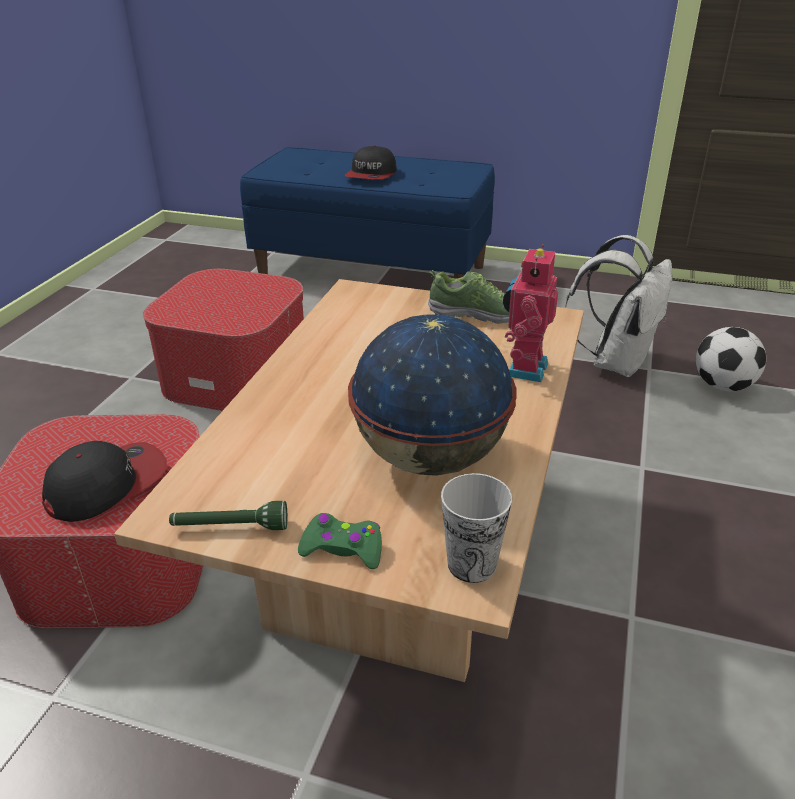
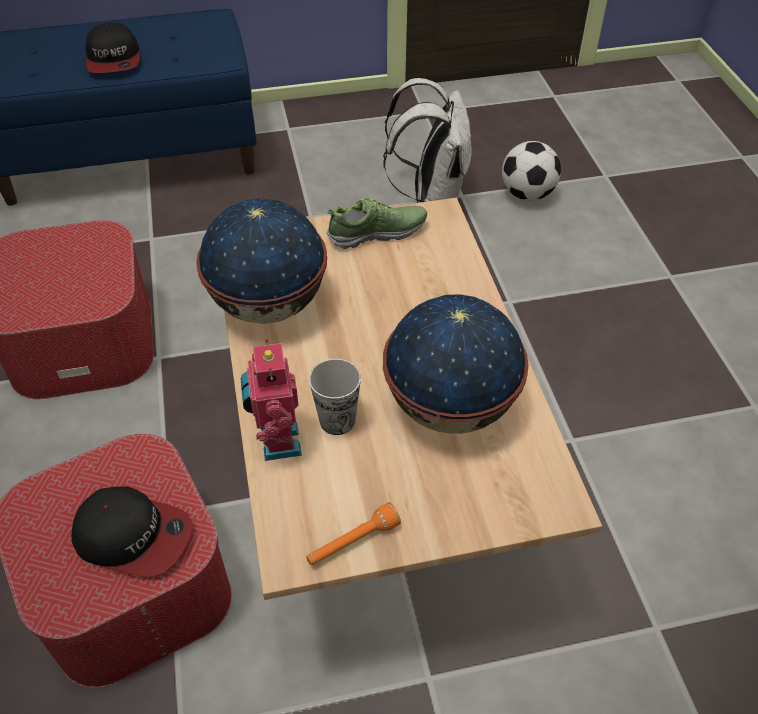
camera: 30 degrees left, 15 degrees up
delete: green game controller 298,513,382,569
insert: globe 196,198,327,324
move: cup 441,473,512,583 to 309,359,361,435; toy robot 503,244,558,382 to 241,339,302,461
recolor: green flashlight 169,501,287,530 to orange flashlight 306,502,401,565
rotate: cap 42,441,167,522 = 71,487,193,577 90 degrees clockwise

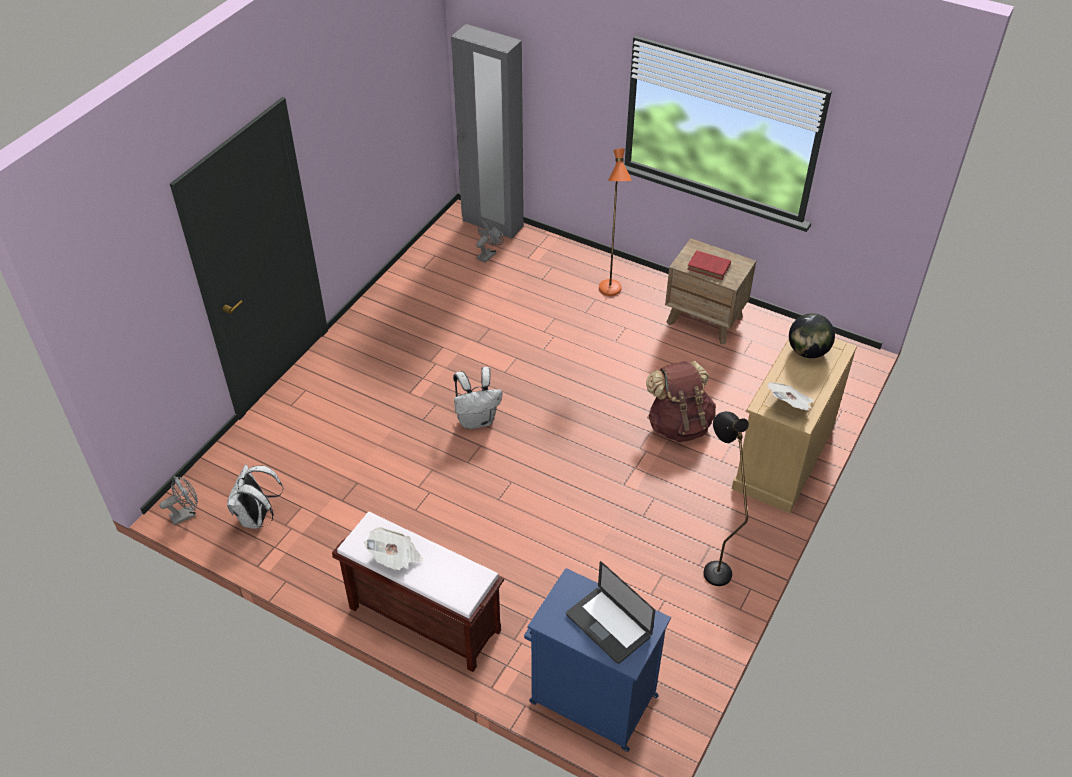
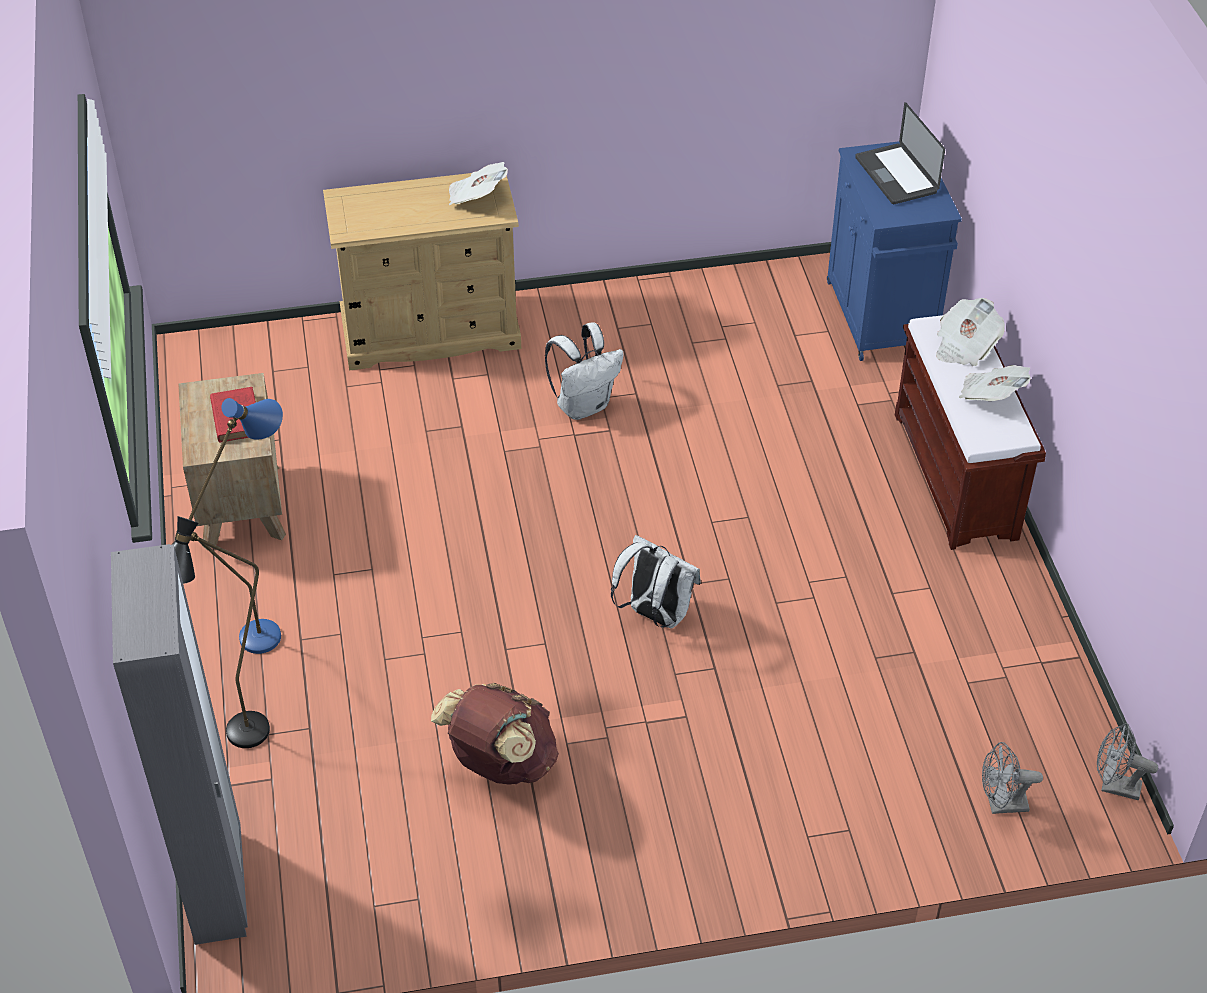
camera: 130 degrees left, 0 degrees up
delete: globe 789,313,835,358
insert: newspaper 936,298,1005,366
move: white backpack 227,464,284,529 to 545,322,624,420; grey fan 476,220,504,263 to 982,742,1043,814; brown backpack 646,361,716,442 to 431,683,559,785; black floor lamp 703,411,749,586 to 172,516,270,748
recolor: orange floor lamp 599,148,632,296 to blue floor lamp 189,398,283,654
rotate: laptop 566,561,655,664 = 855,102,945,204 150 degrees clockwise

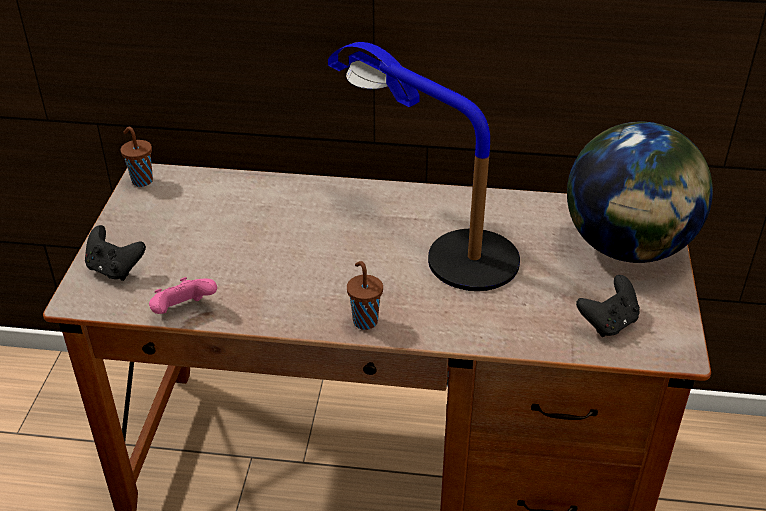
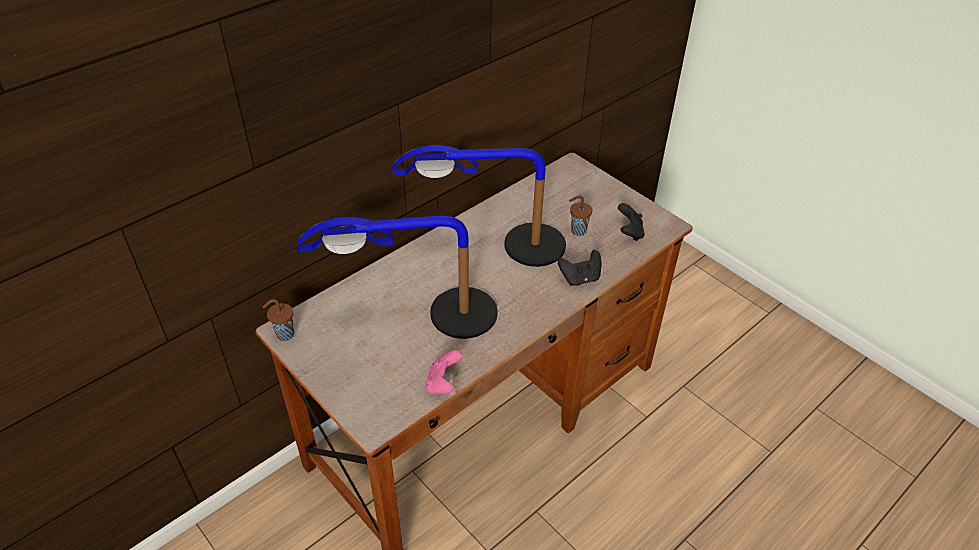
camera: 50 degrees left, 5 degrees up
delete: globe 567,122,713,263
insert: table lamp 297,216,497,339
move: black game controller 85,225,146,281 to 558,250,601,286; brown cup 347,261,383,330 to 569,196,593,236

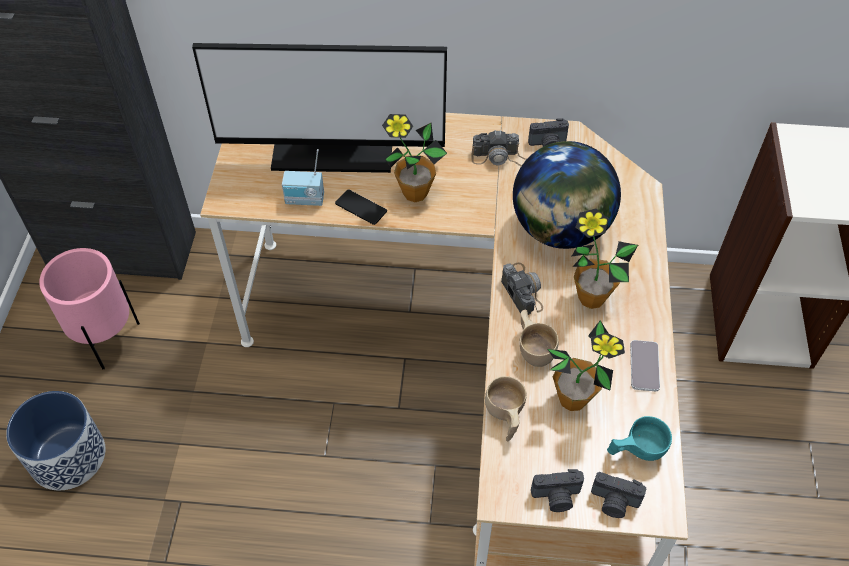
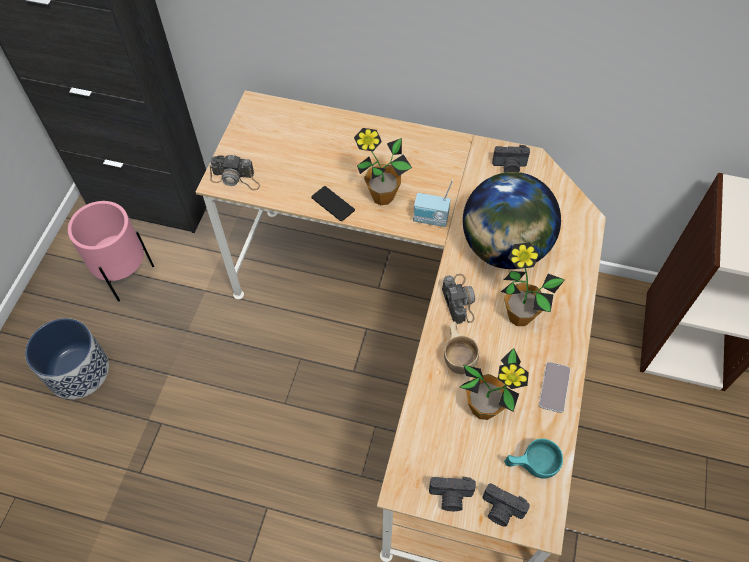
camera: 10 degrees right, 5 degrees up
delete: monitor 192,43,447,173; beige cup 485,376,527,442
move: radio 282,149,324,206 to 413,180,453,227; photo camera 471,130,527,166 to 210,154,260,190

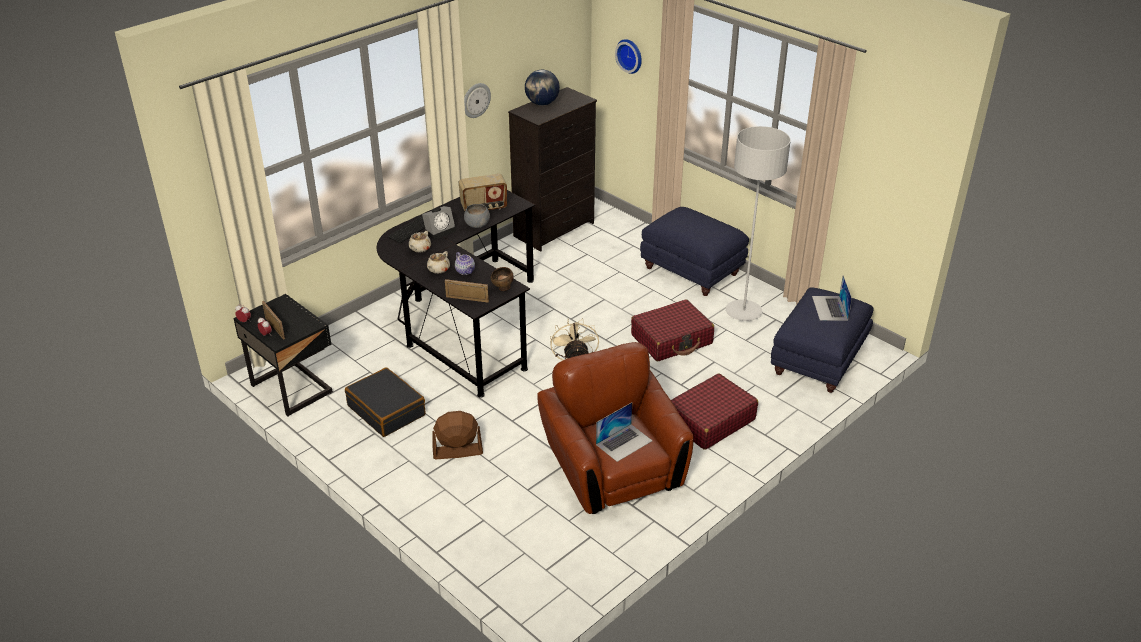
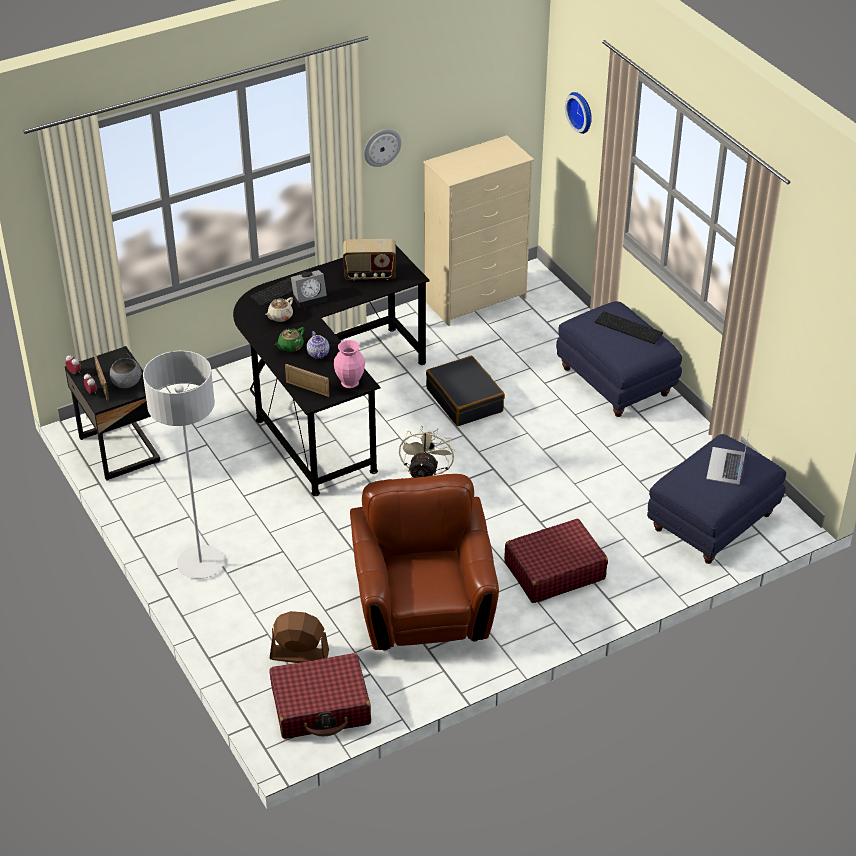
camera: 15 degrees right, 5 degrees up
delete: globe 525,70,560,105; laptop 596,402,653,462
insert: keyboard 595,311,663,344
move: black suitcase 345,367,425,437 to 426,356,505,426; brown fan 432,411,483,459 to 269,611,329,663; grey bowl 464,204,490,228 to 110,358,141,388; red suitcase 631,300,714,361 to 269,653,371,739; grey floor lamp 726,126,791,321 to 143,351,224,579
replace: brown bowl 491,267,514,291 to pink vase 334,340,365,388
recolor: beige teapot 427,251,450,274 to green teapot 275,327,304,352; black dresser 508,87,597,252 to beige dresser 423,135,534,326

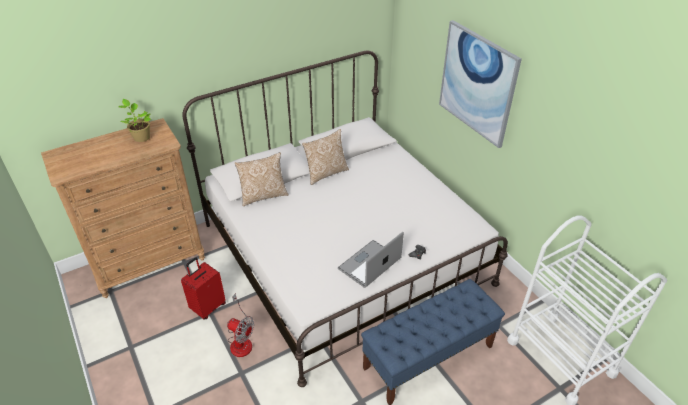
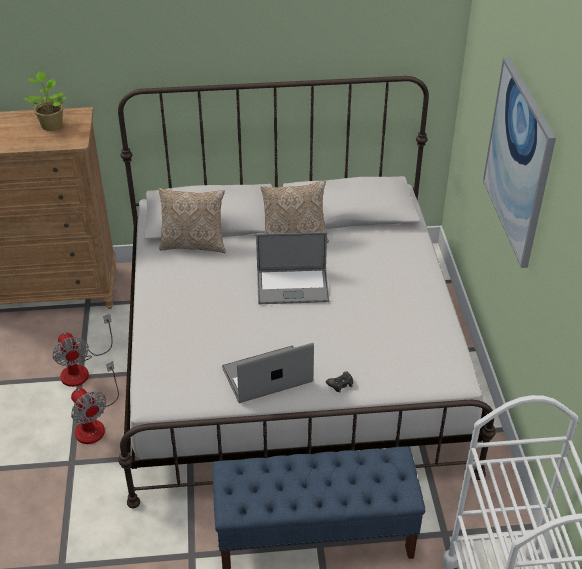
camera: 25 degrees right, 0 degrees up
insert: laptop 256,232,329,304
replace: red suitcase 181,258,226,320 to fan 53,314,112,387

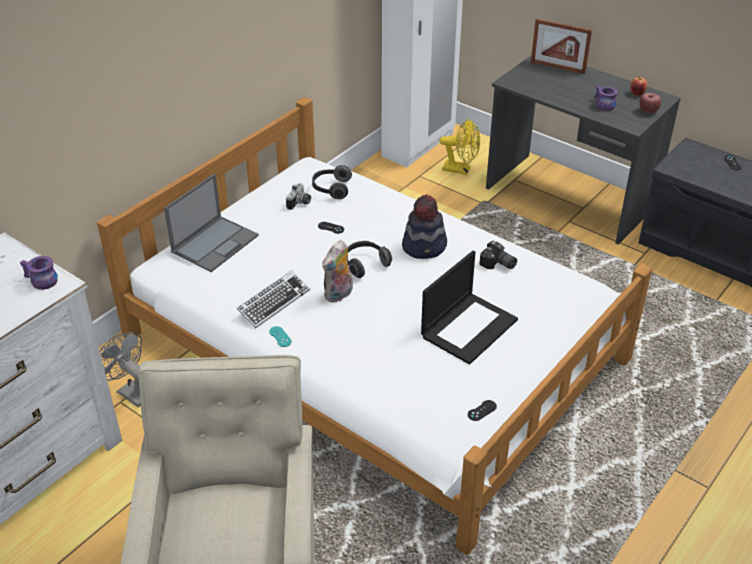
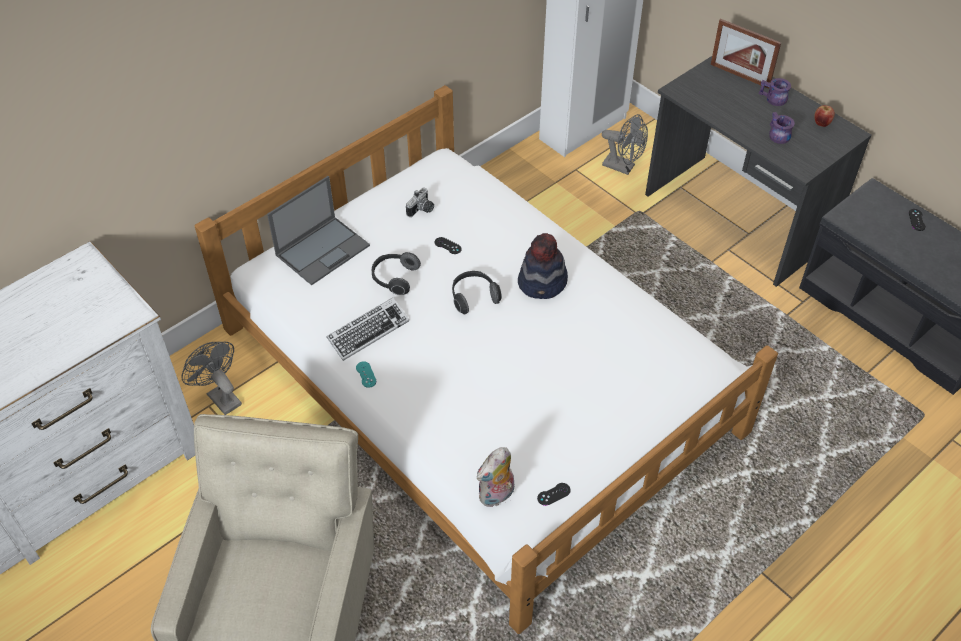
camera: 10 degrees right, 10 degrees up
delete: laptop 421,251,518,365; photo camera 480,241,517,269; apple 639,93,661,113
move: purple mug 20,256,58,290 to 759,78,791,106; headphones 312,165,352,199 to 372,252,421,295; plush toy 322,240,353,303 to 477,447,514,507
recolor: yellow fan 439,119,480,175 to grey fan 602,114,648,175

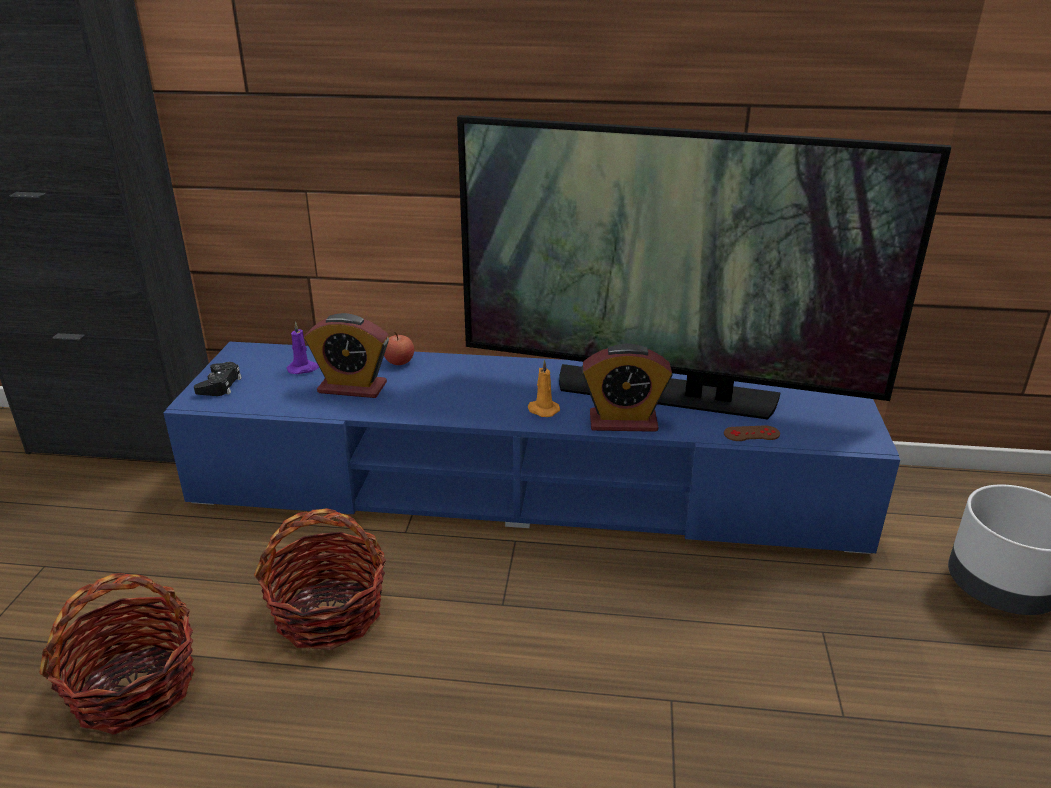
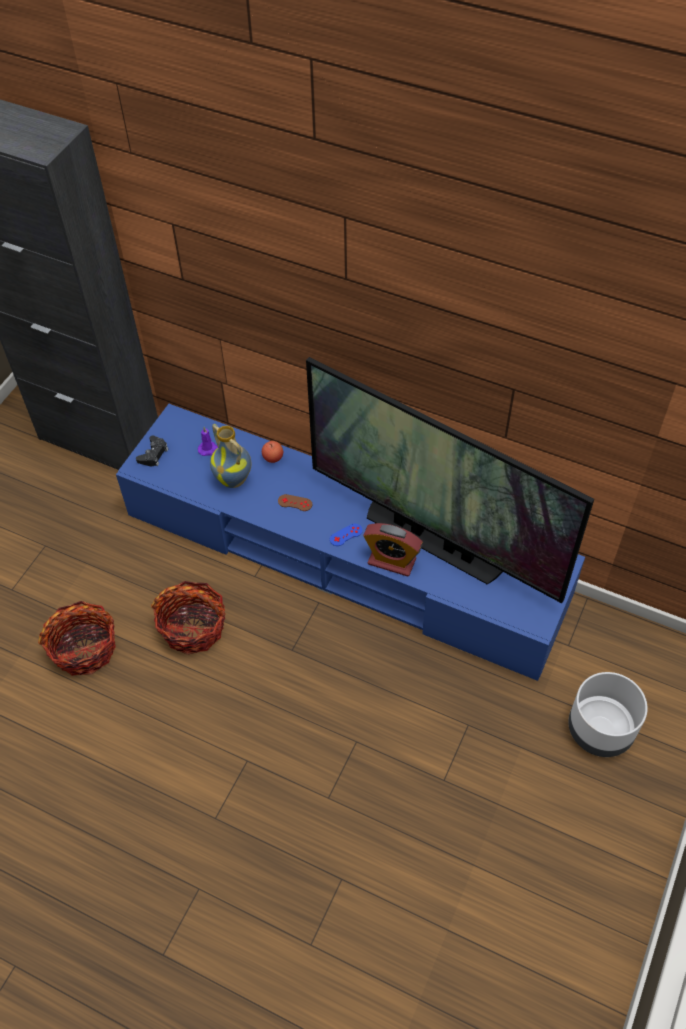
camera: 20 degrees right, 25 degrees up
move: brown game controller 724,425,780,441 to 278,494,312,511
replace: alarm clock 304,313,389,398 to vase 210,424,252,488; orange candle 528,359,560,417 to blue game controller 330,524,363,546

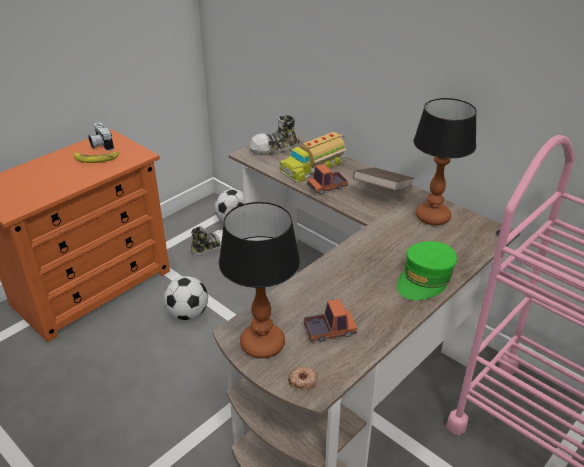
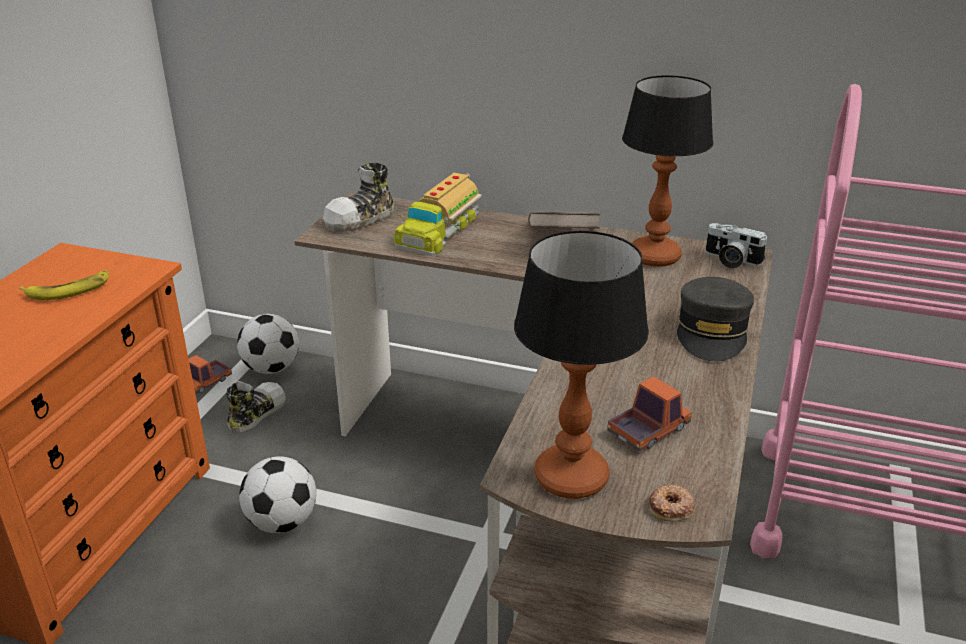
camera: 25 degrees left, 5 degrees down
move: photo camera 88,122,114,151 to 705,223,768,269; toy truck 307,164,348,194 to 189,355,232,394
recolor: green cap 397,241,457,301 to grey cap 677,277,754,361

